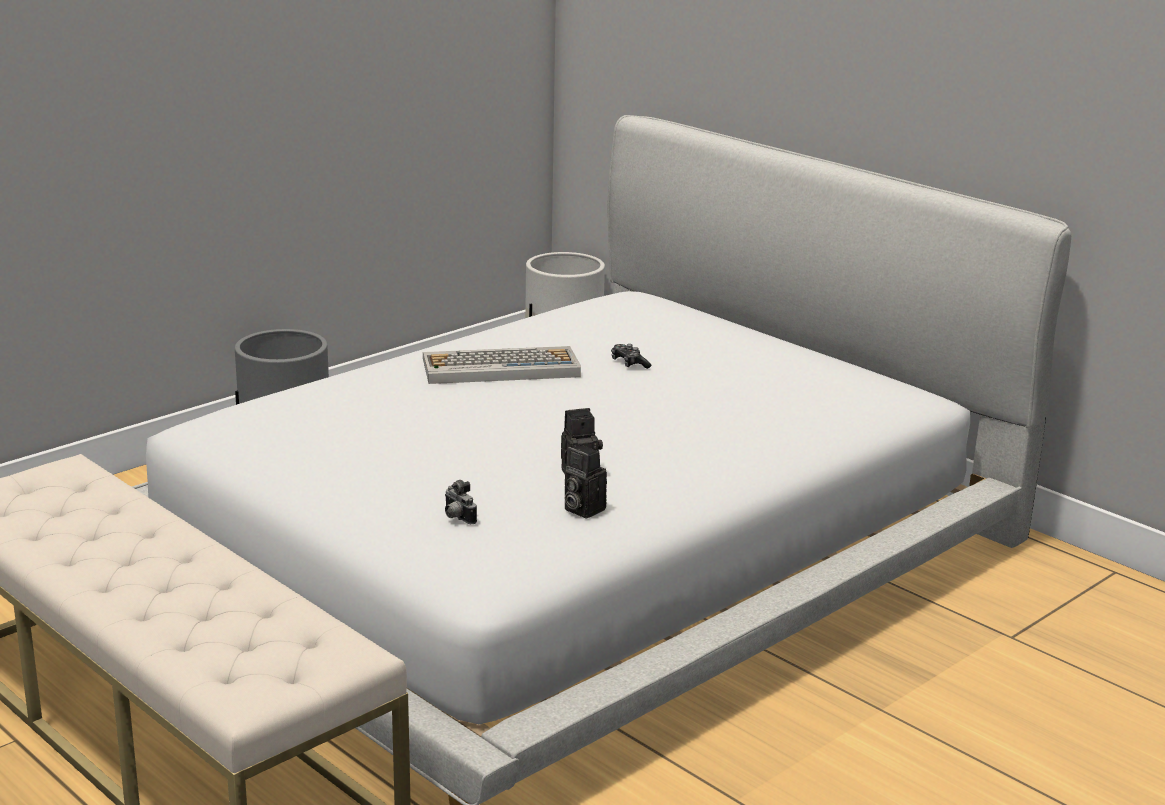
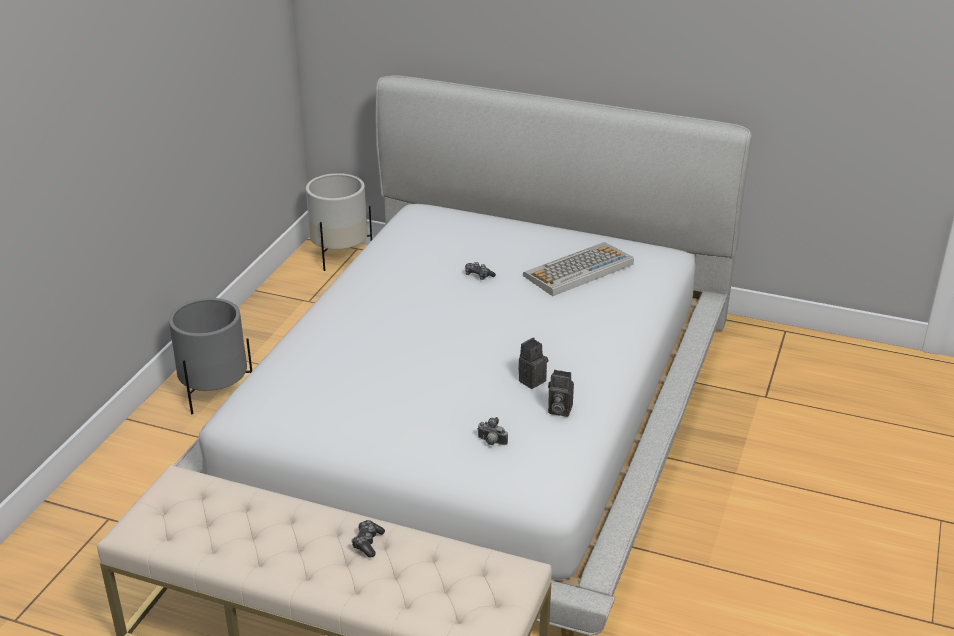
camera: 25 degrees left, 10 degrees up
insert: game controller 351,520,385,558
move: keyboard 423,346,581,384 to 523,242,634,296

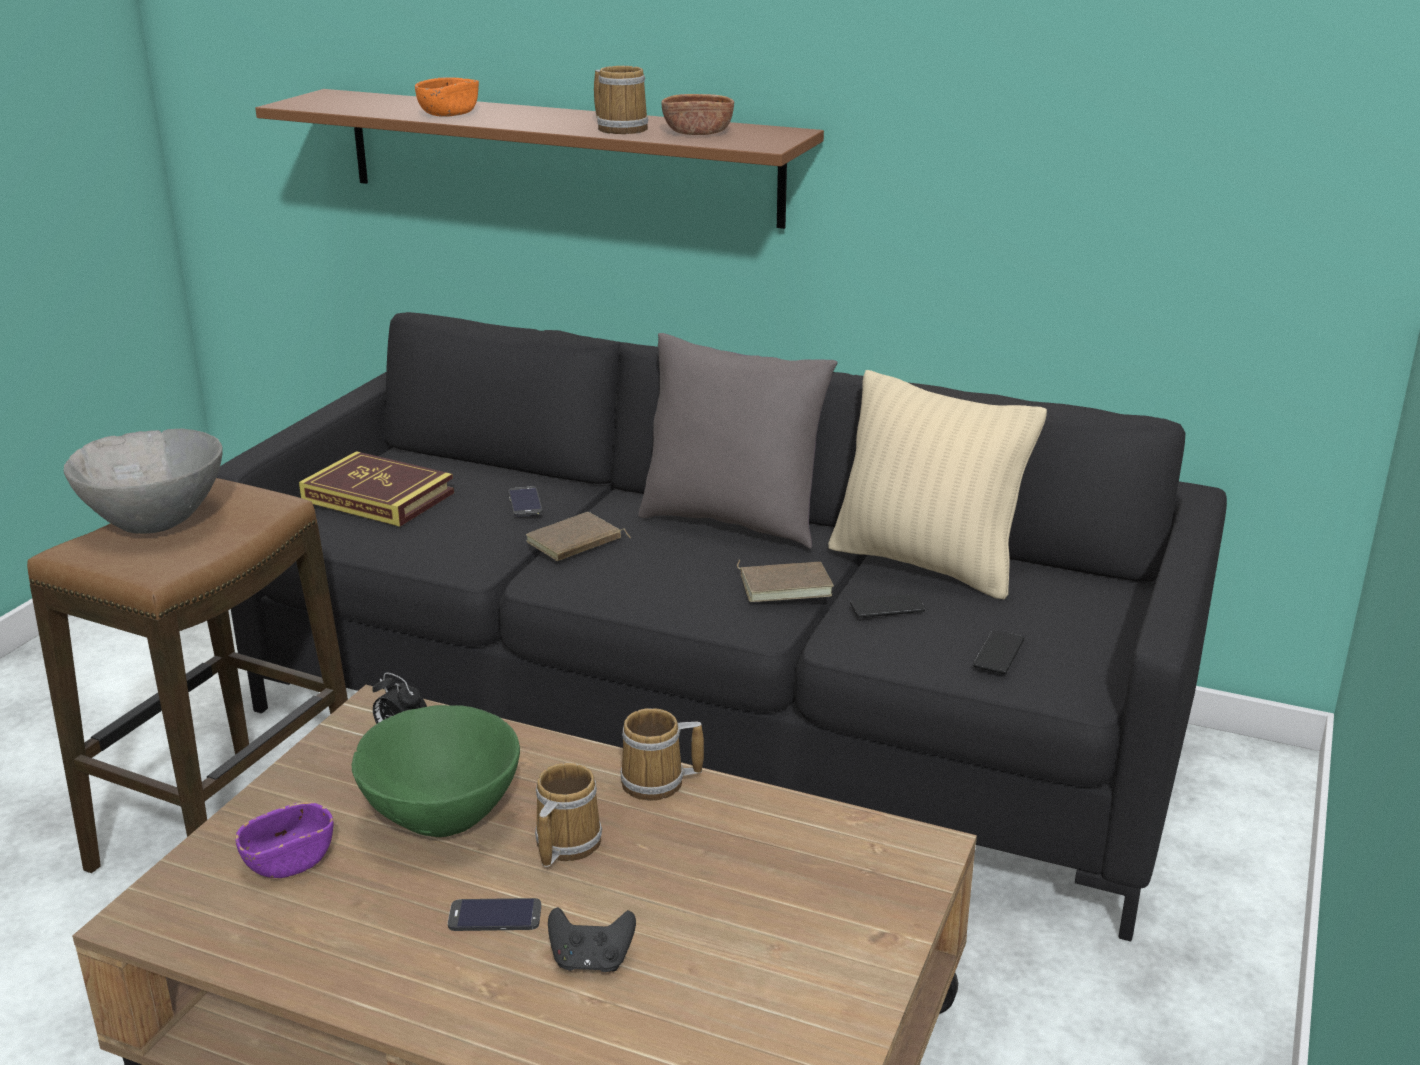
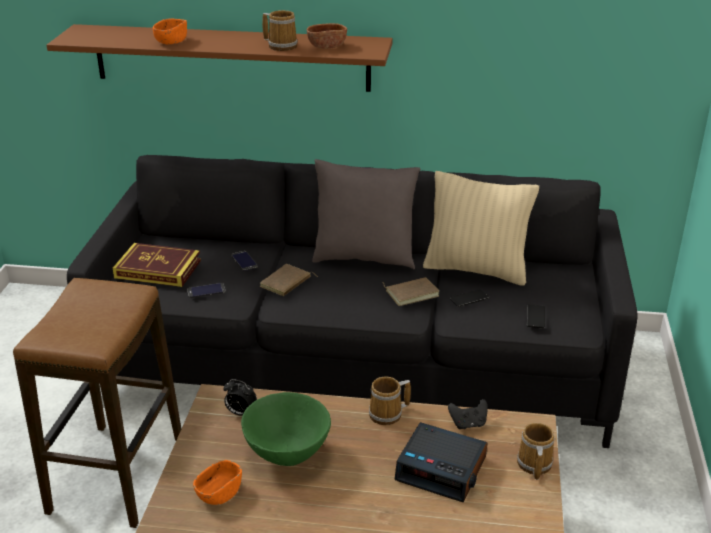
camera: 15 degrees left, 5 degrees up
delete: grey bowl 64,429,223,534
insert: alarm clock 394,422,487,502
move: phone 447,898,541,931 to 187,283,226,298; mug 535,763,602,867 to 517,423,555,480; black game controller 548,907,636,972 to 448,399,488,429
recolor: purple bowl 235,802,333,878 to orange bowl 193,460,242,505

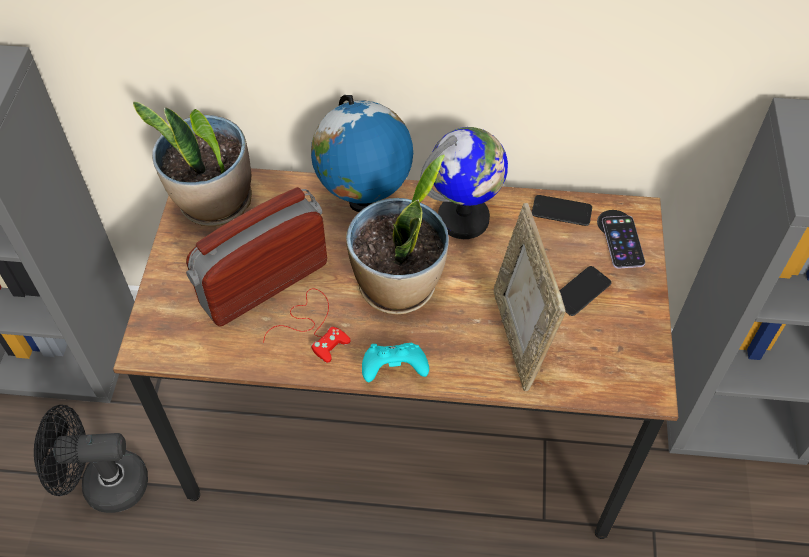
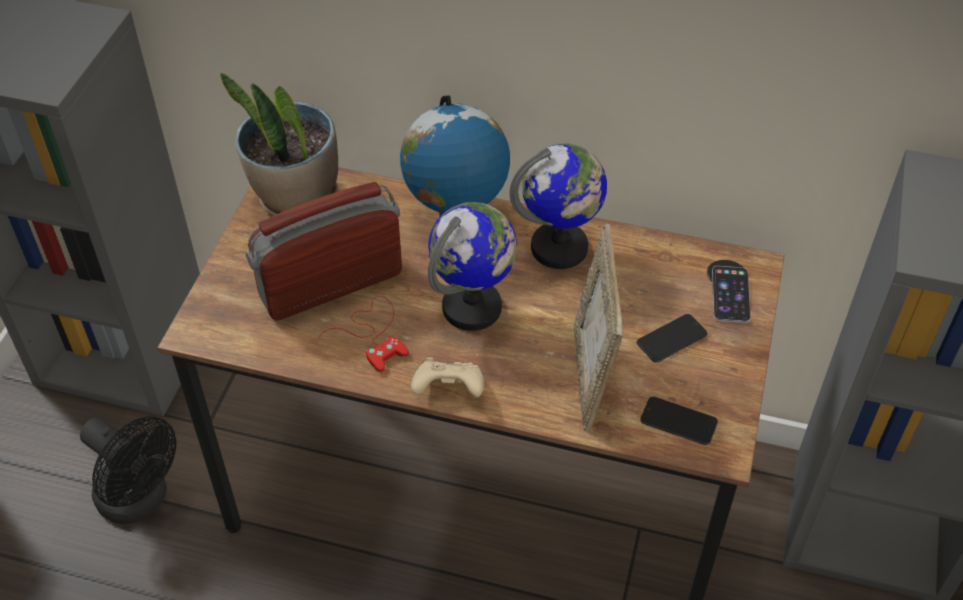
camera: 10 degrees right, 5 degrees down
move: phone 532,195,592,226 to 640,397,718,445
replace: potted plant 346,155,449,314 to globe 428,202,517,331
recolor: turquoise game controller 362,343,429,382 to beige game controller 411,357,484,398
rotate: black fan 34,405,148,513 = 80,417,176,524 150 degrees counterclockwise

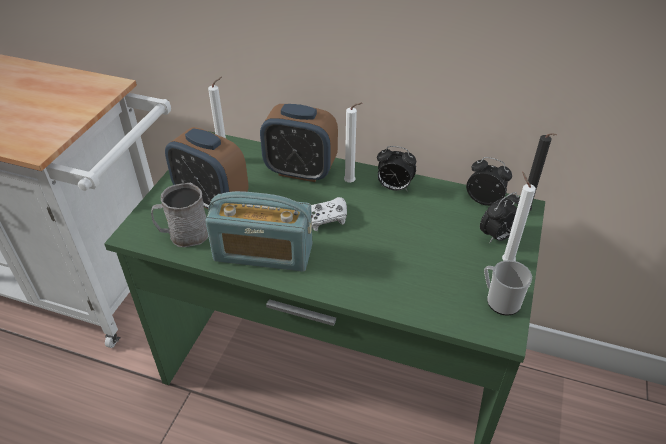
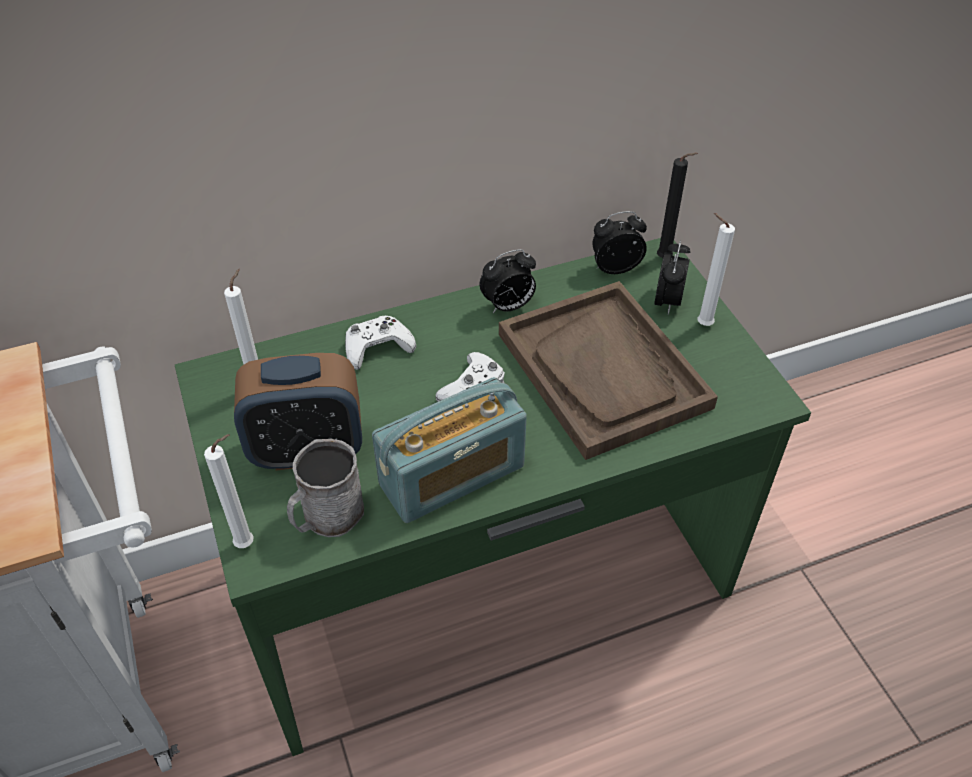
camera: 40 degrees left, 5 degrees up
delete: mug 484,260,532,316
insert: brown tray 499,281,718,460
move: white candle 344,103,362,183 to 204,434,254,548
replace: alarm clock 260,104,338,182 to white game controller 345,315,416,370

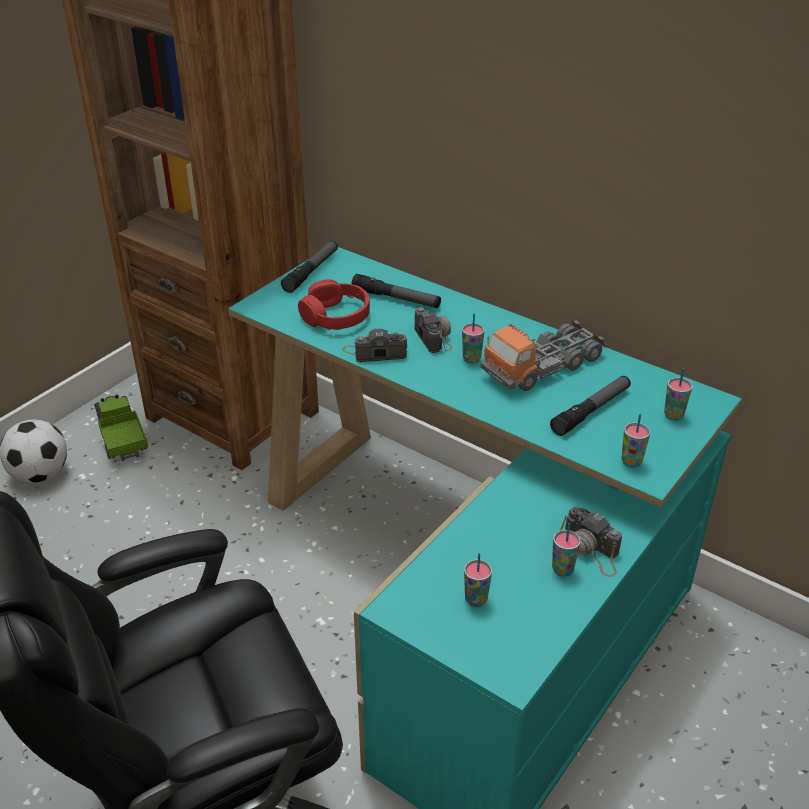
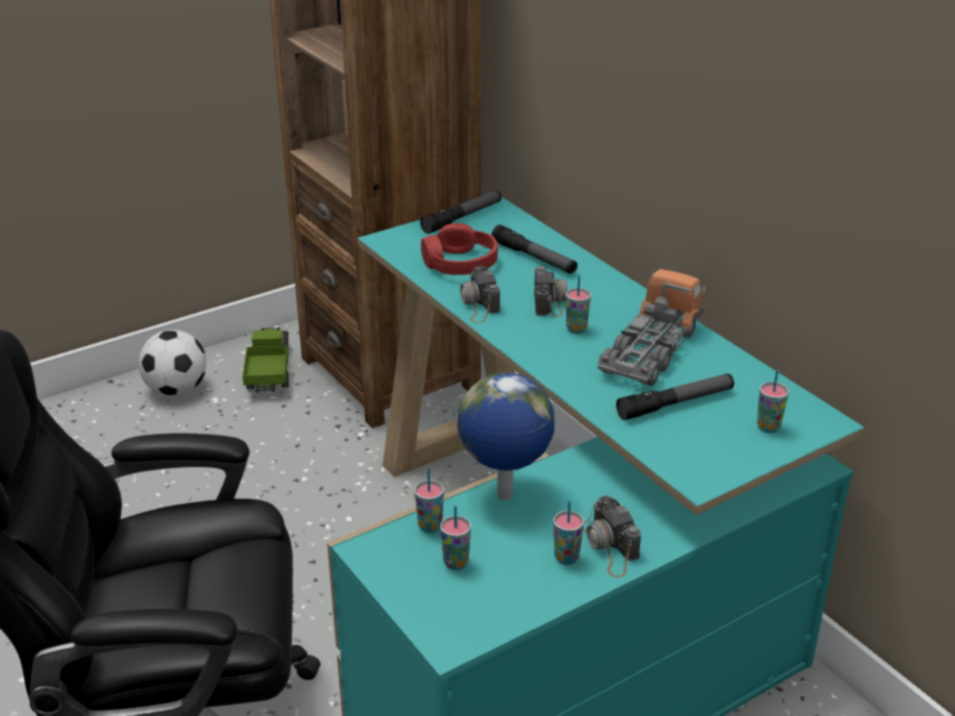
camera: 20 degrees right, 5 degrees down
insert: globe 457,373,555,500
move: cup 622,413,650,468 to 414,470,444,533
rotate: photo camera 343,328,407,362 = 460,266,500,323 120 degrees counterclockwise; toy truck 481,321,607,391 = 598,269,706,386 135 degrees clockwise

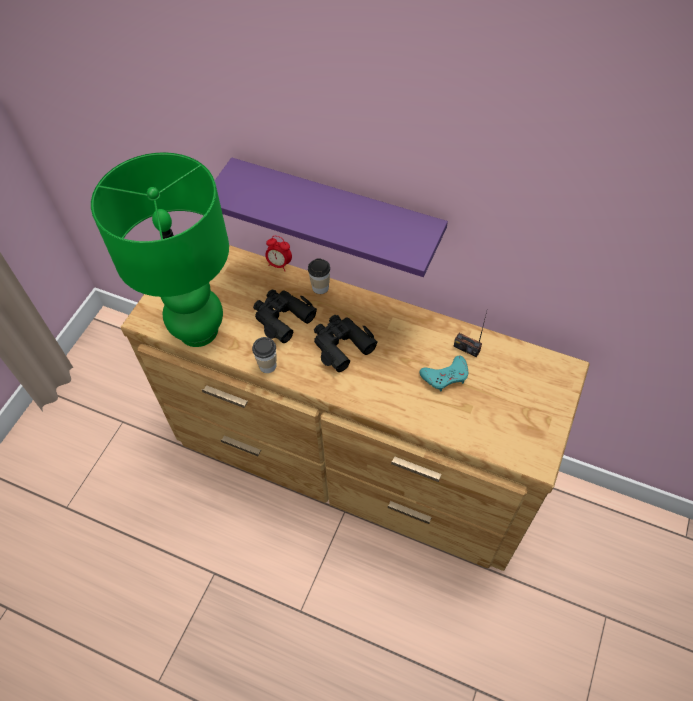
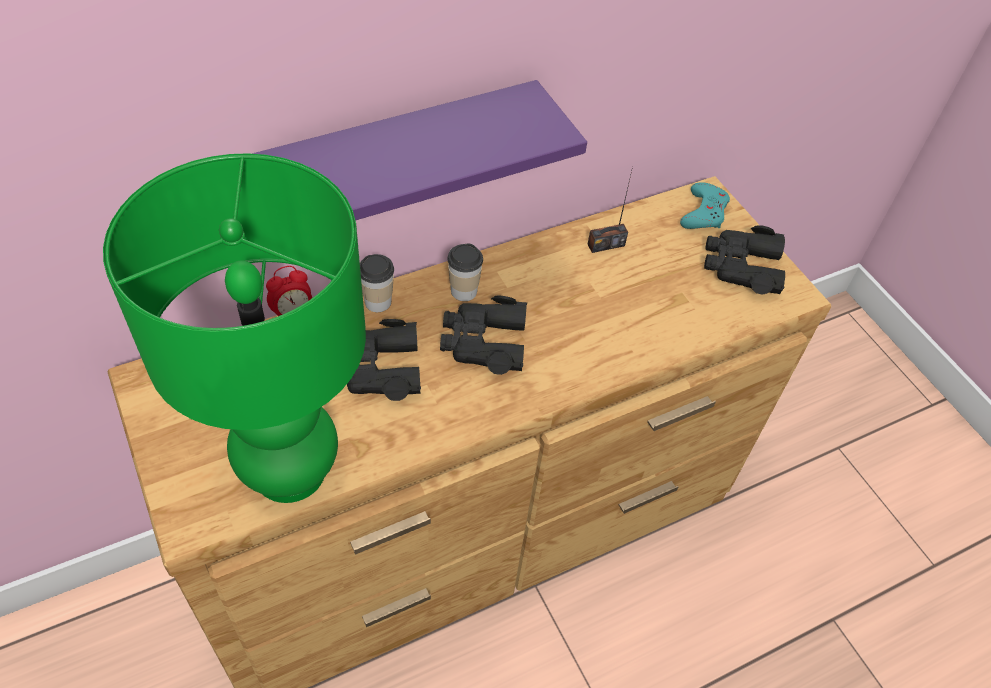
camera: 55 degrees left, 5 degrees down
insert: black binoculars 704,226,785,295
move: cup 252,337,276,373 to 447,243,483,301; turquoise game controller 420,356,468,392 to 680,182,730,229

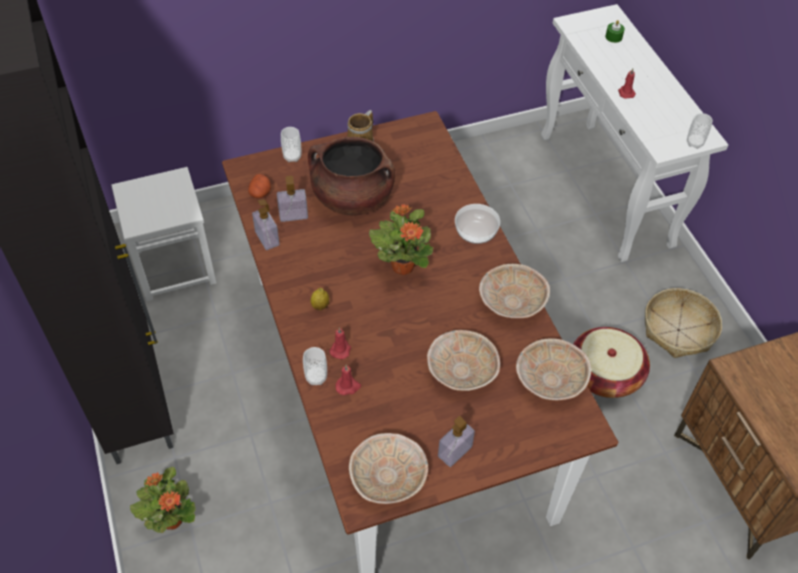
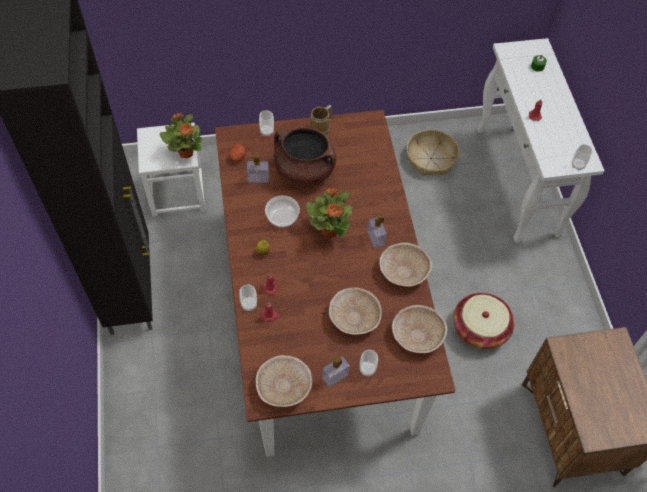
camera: 10 degrees right, 5 degrees up
insert: cup 360,350,378,376
move: potted plant 130,467,196,533 to 160,113,202,158; soap dispenser 252,199,280,250 to 367,213,387,248; bowl 455,204,500,244 to 265,196,300,227; basket 645,288,722,358 to 407,129,459,176

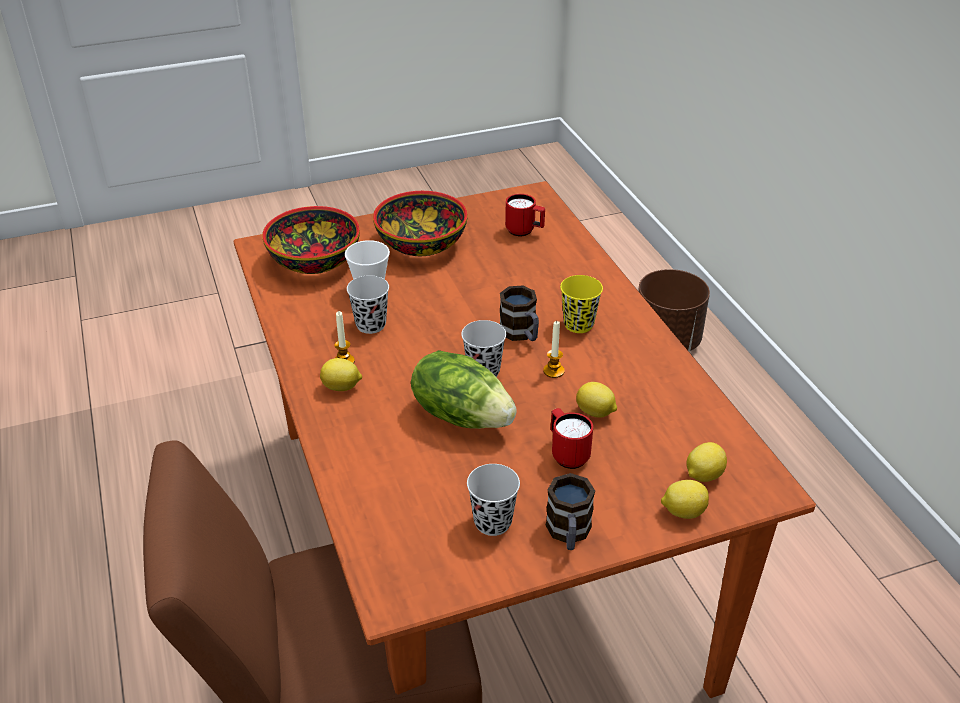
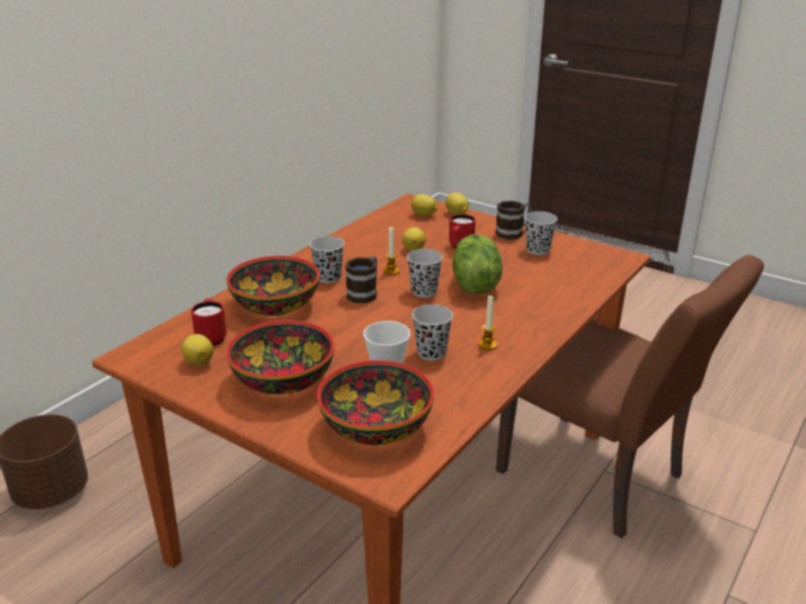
camera: 125 degrees left, 10 degrees down
insert: bowl 226,256,319,316
move: lemon 320,358,362,391 to 181,334,213,366
recolor: yellow cup 560,275,603,333 to black cup 310,236,344,283

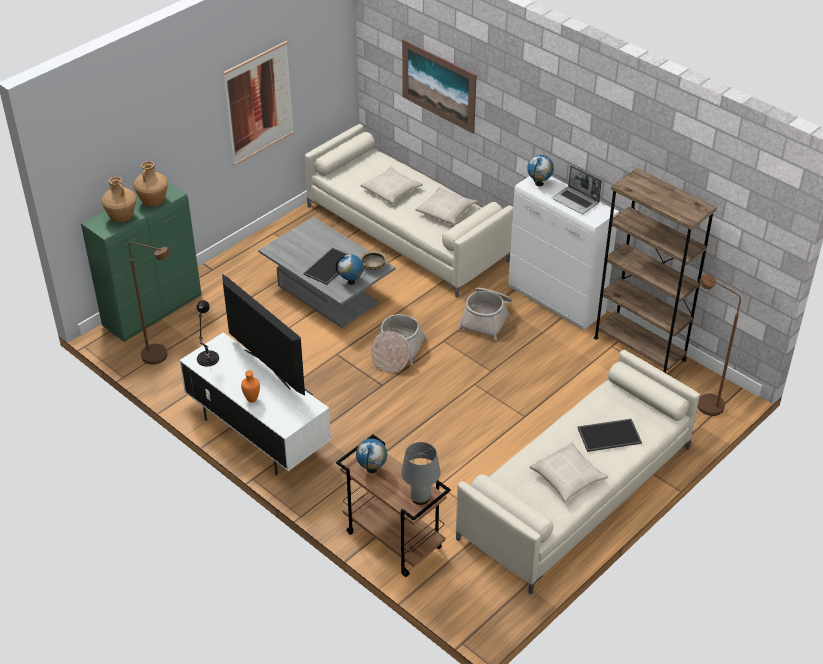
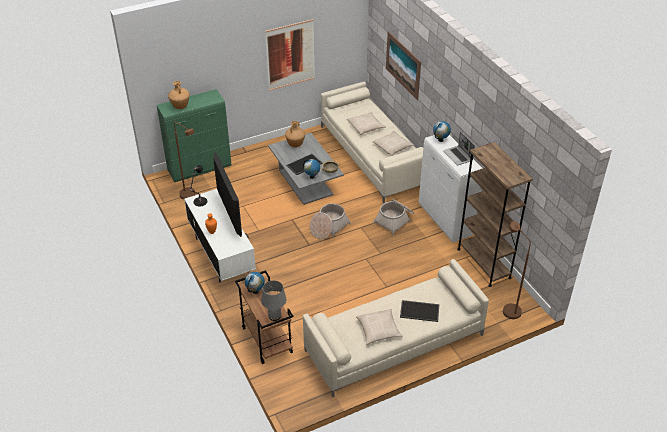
camera: 20 degrees right, 0 degrees up
move: brown vase 133,161,168,206 to 285,121,305,147

